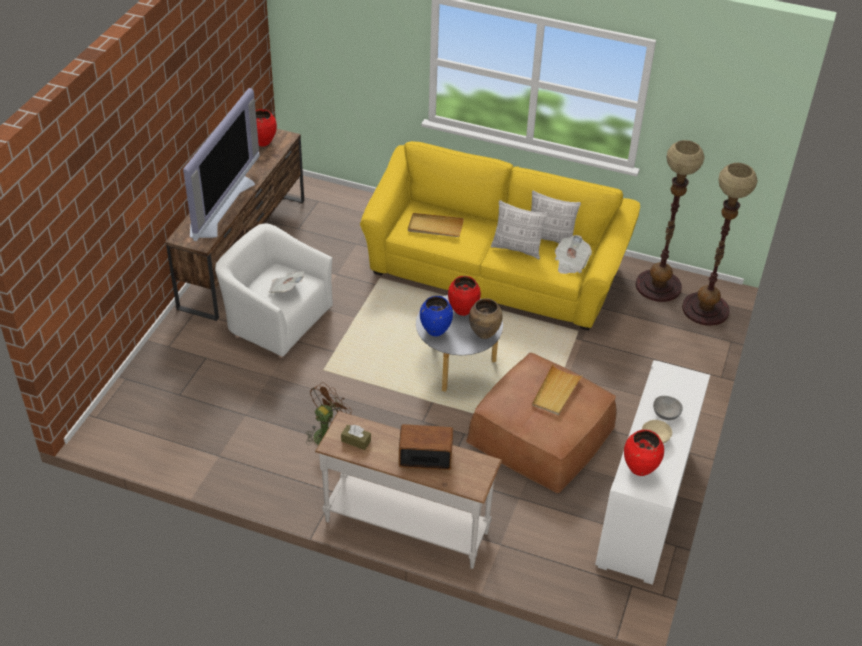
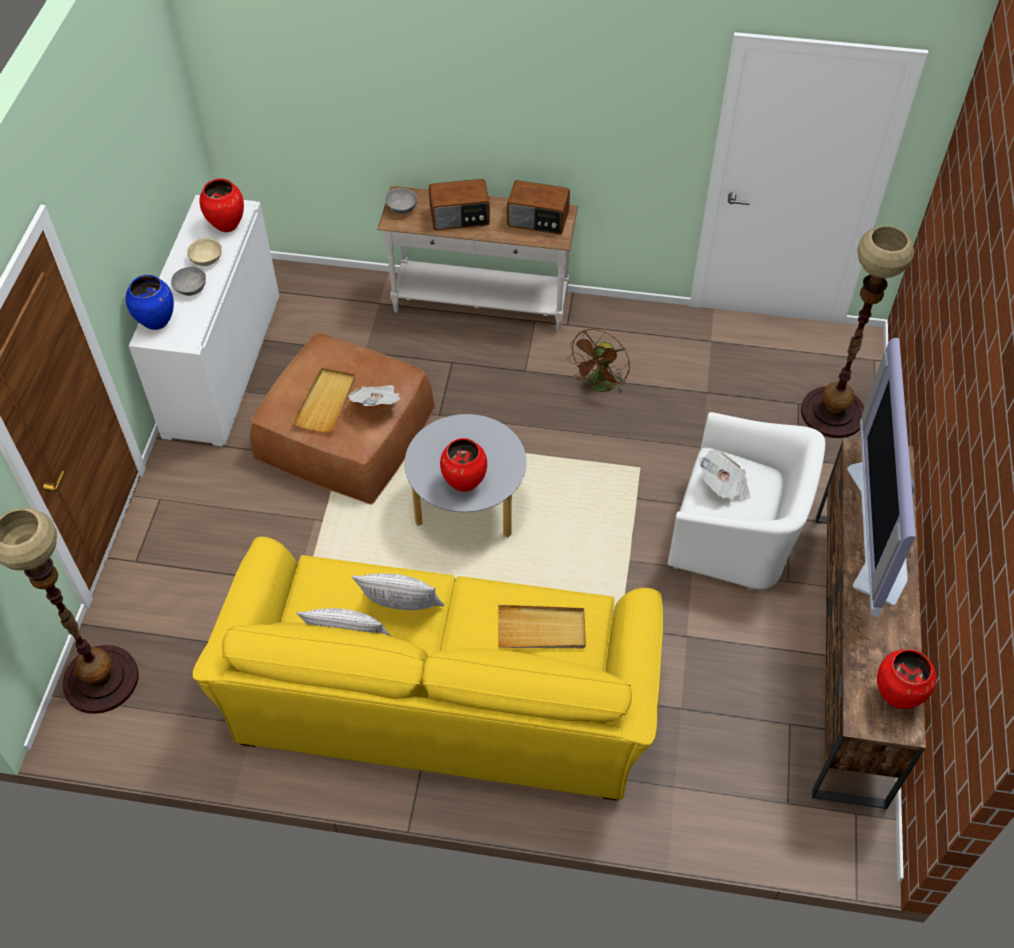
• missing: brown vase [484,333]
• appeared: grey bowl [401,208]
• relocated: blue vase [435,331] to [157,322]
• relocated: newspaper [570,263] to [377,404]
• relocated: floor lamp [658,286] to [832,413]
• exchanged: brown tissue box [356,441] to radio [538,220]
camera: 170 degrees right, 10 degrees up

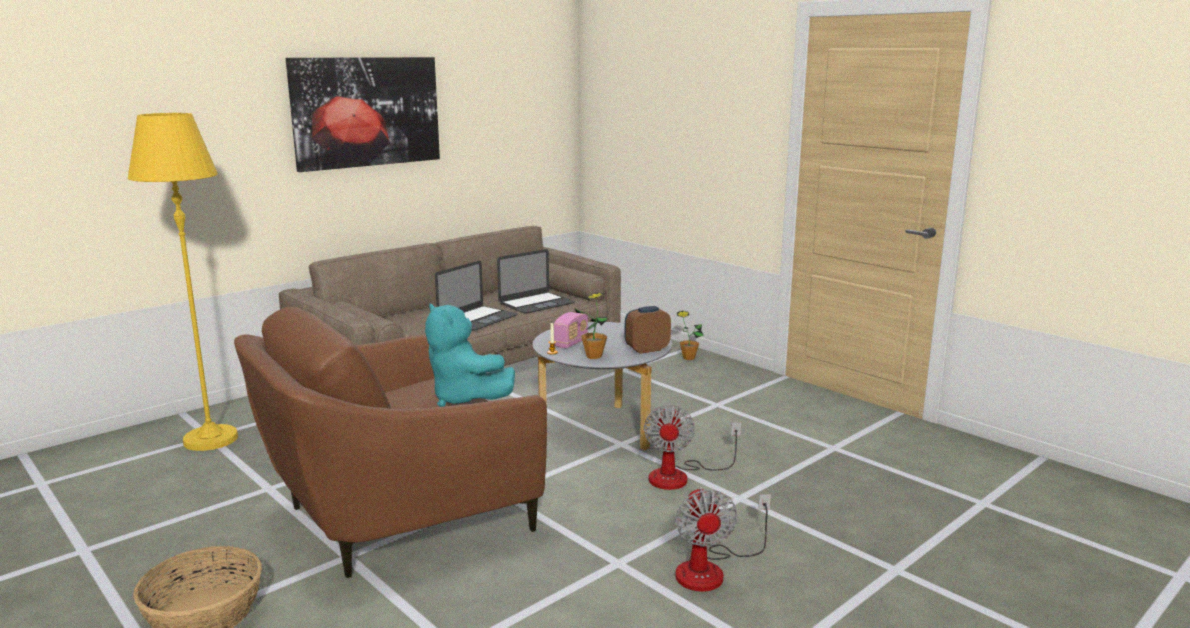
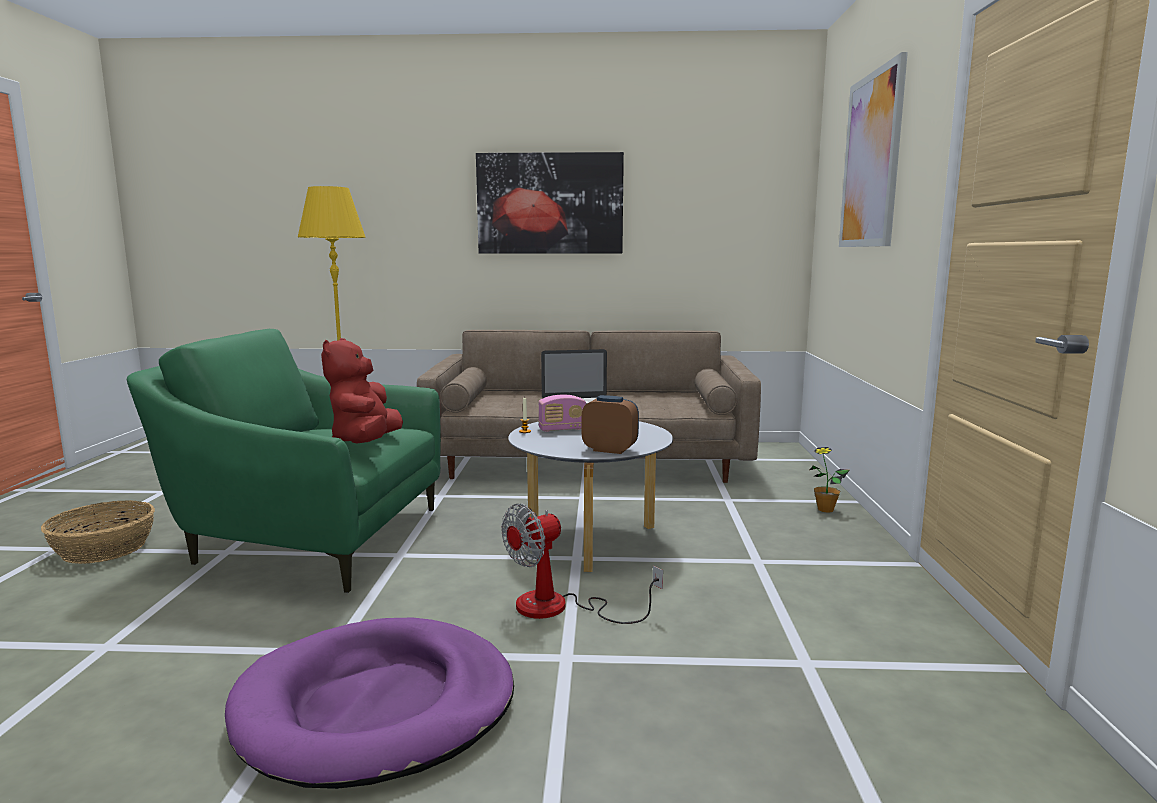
• missing: laptop [536,303]
• missing: potted plant [594,356]
• appeared: picture [871,161]
• exchanged: fan [711,569] to purple dog bed [376,707]
• colour: brown armchair [397,516] to green armchair [308,540]
• colour: turquoise plush toy [465,399] to red plush toy [366,442]
camera: 45 degrees right, 5 degrees down

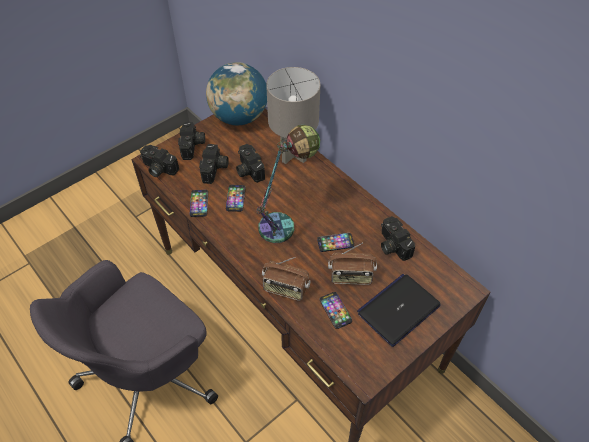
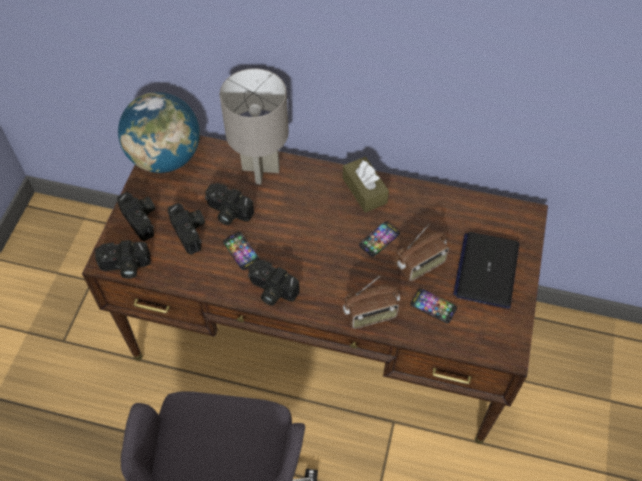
• missing: phone [199,203]
• missing: table lamp [285,223]
• appeared: brown tissue box [364,190]
• relocated: photo camera [392,245] to [271,291]
camera: 35 degrees left, 5 degrees up

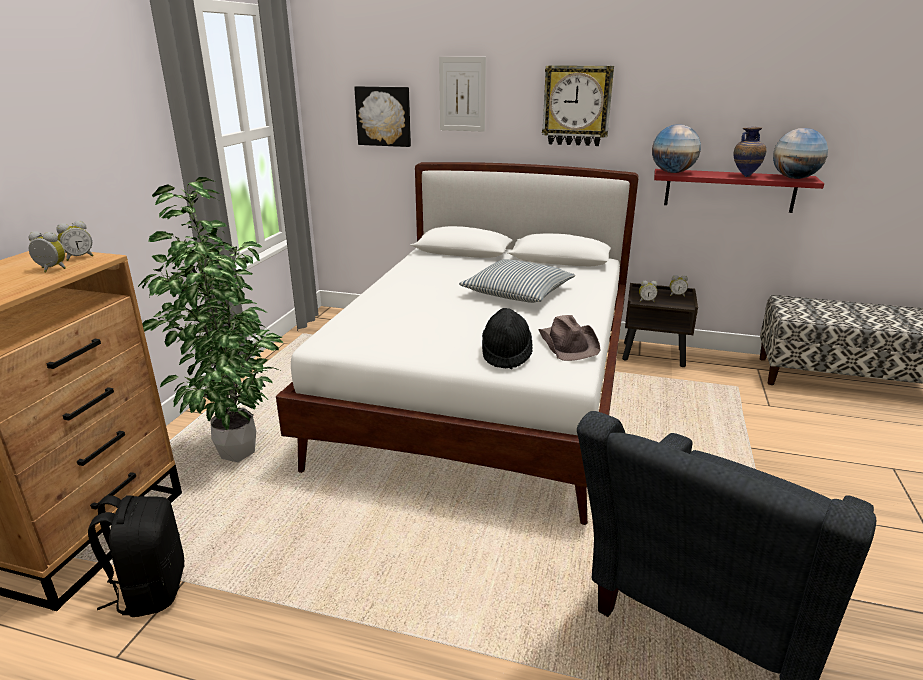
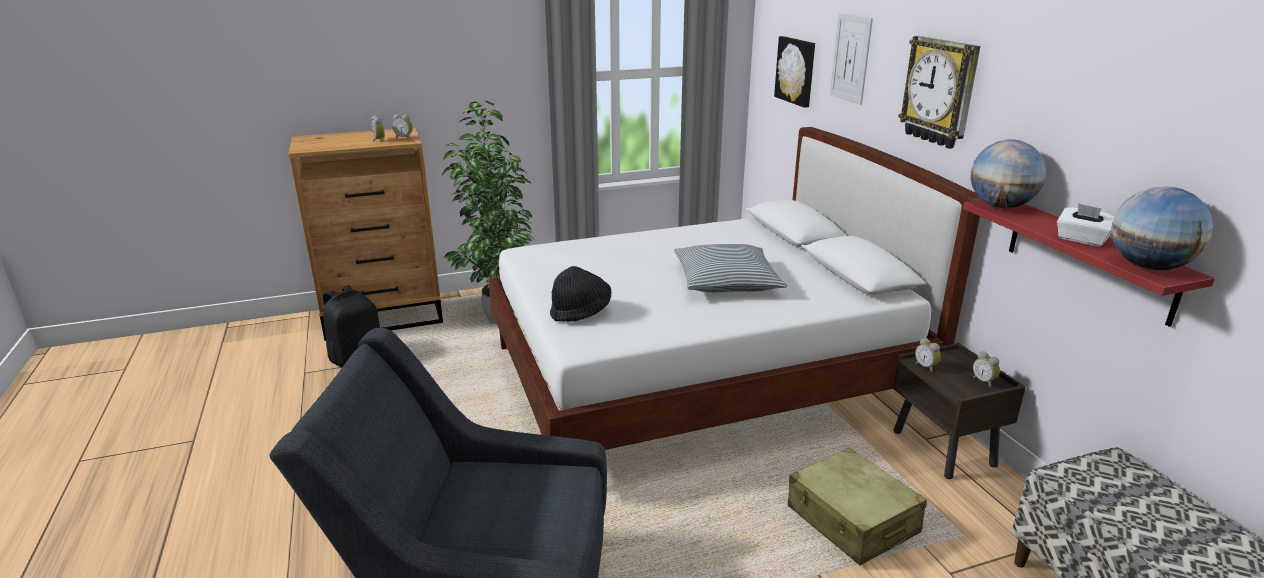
• missing: brown hat [568,344]
• appeared: beige suitcase [852,520]
• exchanged: vase [745,176] to white tissue box [1081,240]
camera: 55 degrees right, 0 degrees up

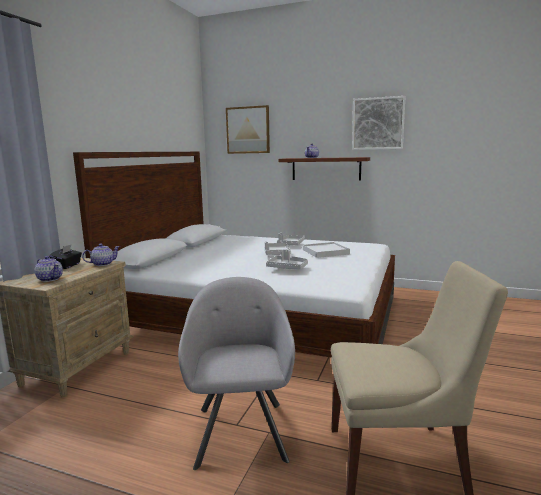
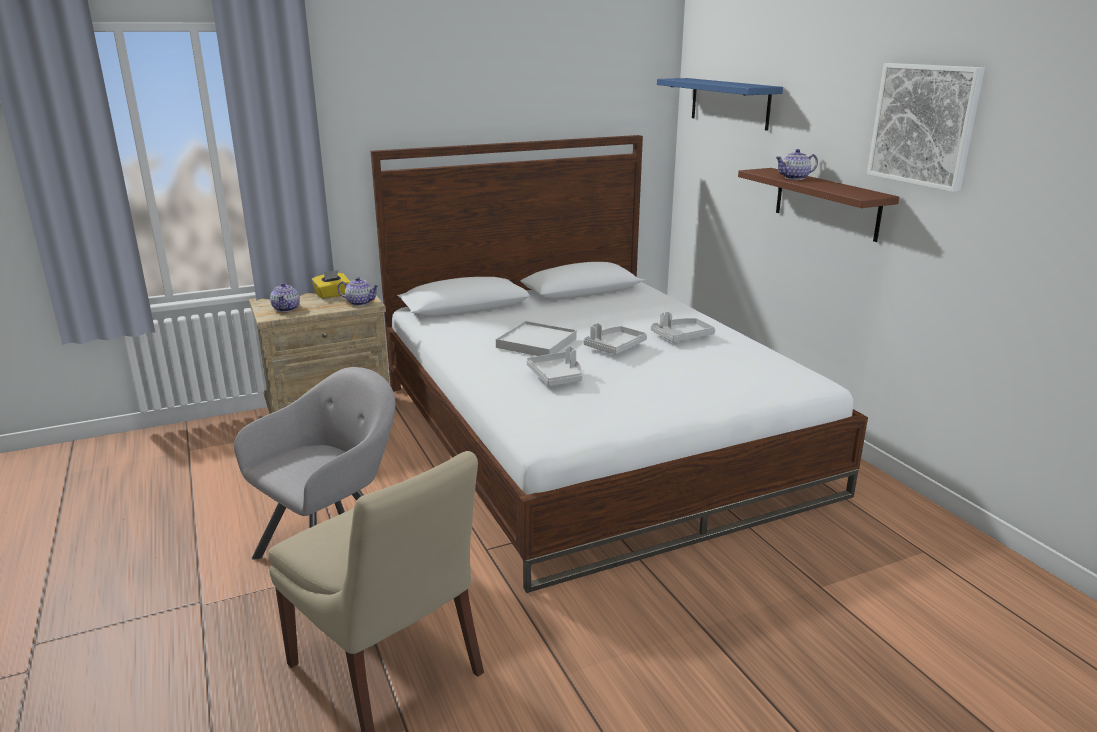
• relocated: white tray [325,252] to [536,343]
• exchanged: picture [248,130] to blue shelf [729,103]
• colour: black tissue box [67,266] to yellow tissue box [332,295]
camera: 45 degrees right, 10 degrees up

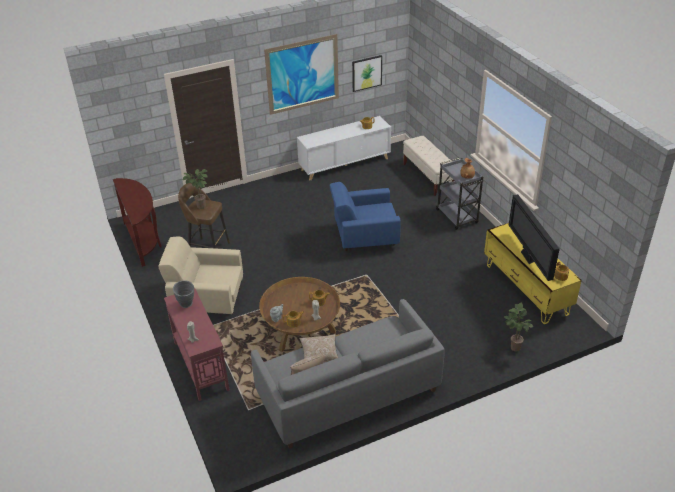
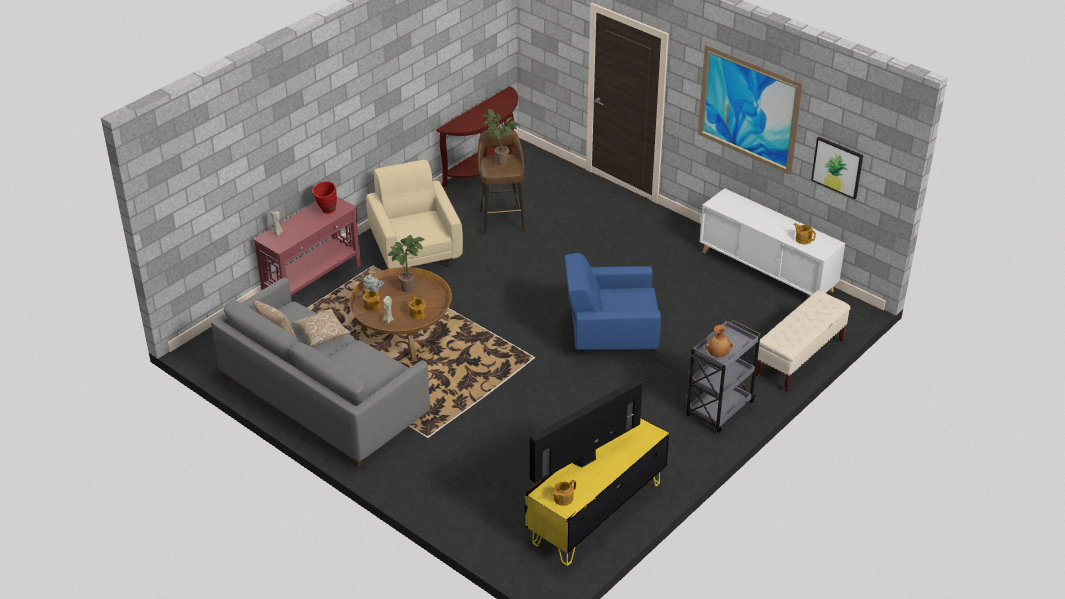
• relocated: potted plant [513,347] to [408,287]
• colour: grey vase [187,305] to red vase [326,211]
• spun: blue armchair [364,237] = [610,335] 60 degrees counterclockwise
camera: 65 degrees right, 0 degrees up

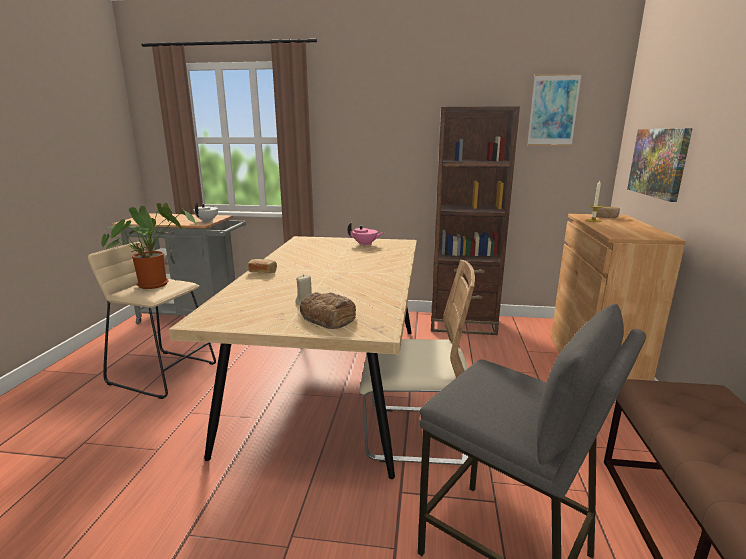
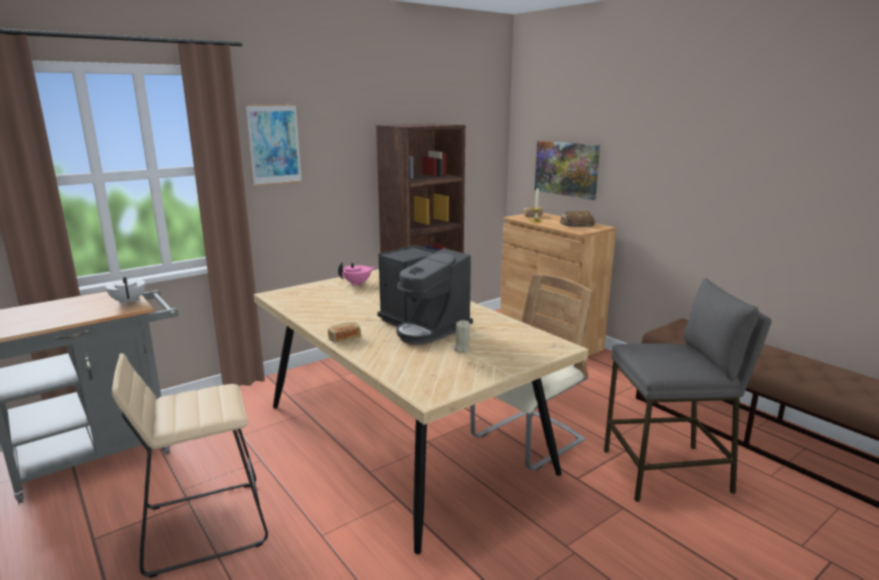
• missing: potted plant [155,284]
• appeared: coffee machine [423,326]
• relocated: bread [328,317] to [576,224]
• relocated: picture [553,110] to [274,144]
camera: 45 degrees left, 0 degrees up

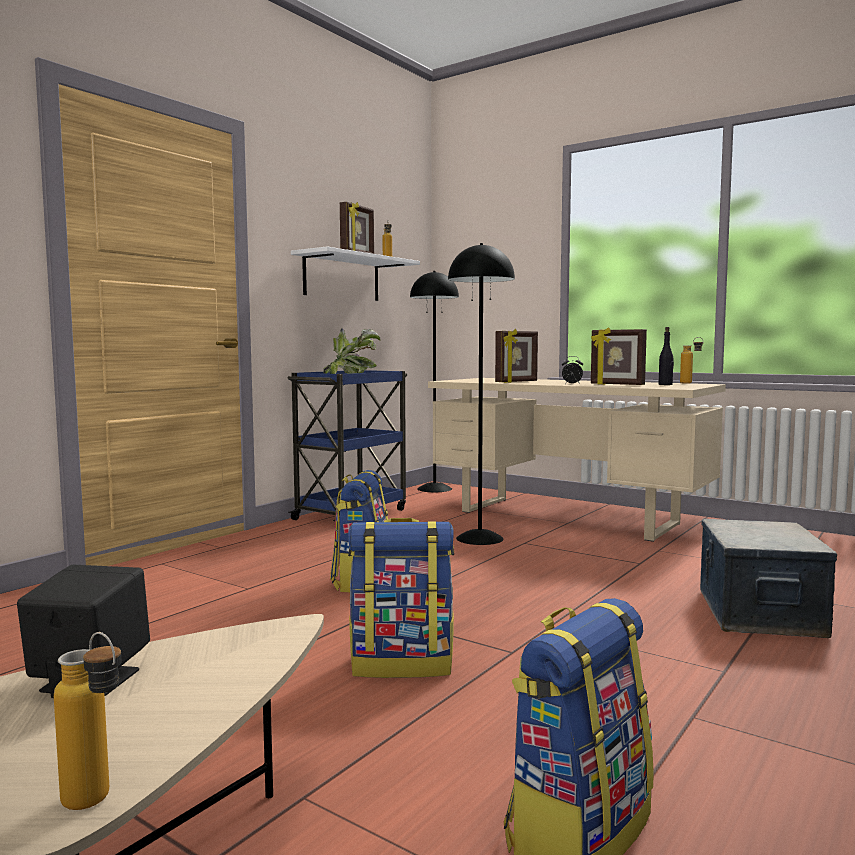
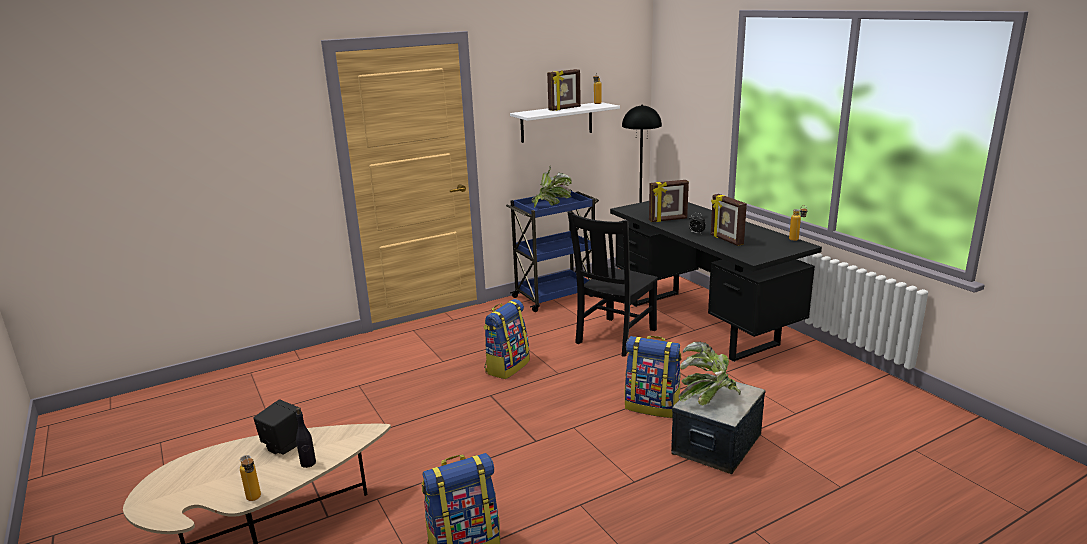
• appeared: potted plant [707,398]
• relocated: backpack [403,663] to [652,406]
• relocated: black bottle [665,384] to [308,463]
• exchanged: black floor lamp [479,538] to black chair [614,337]
• colour: beige desk [568,517] to black desk [702,323]
camera: 25 degrees right, 15 degrees up

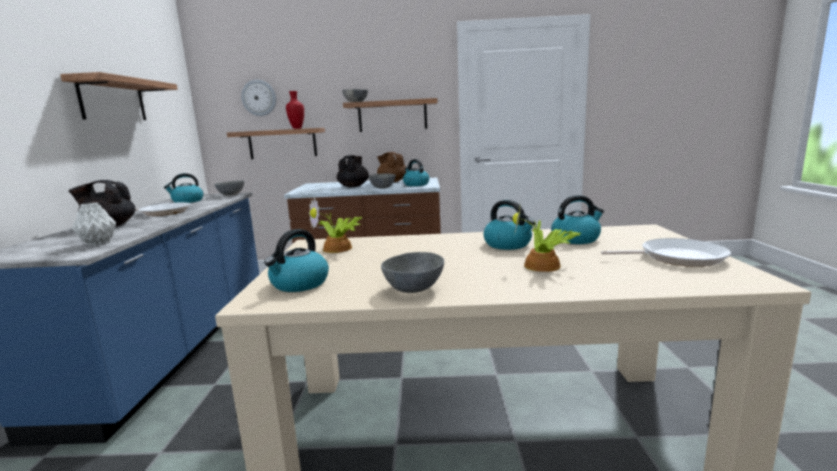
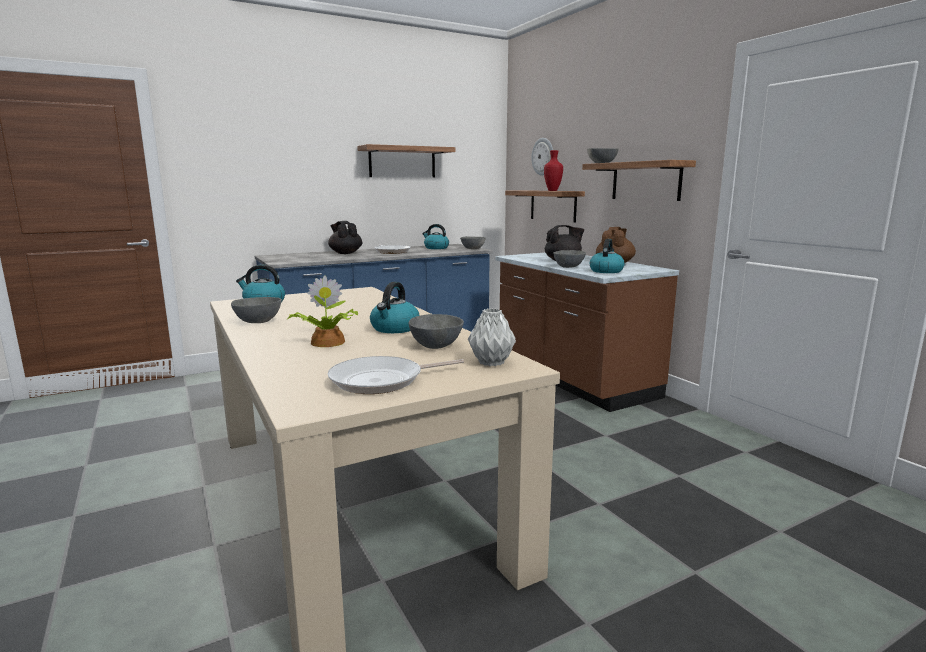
• missing: potted plant [339,248]
• relocated: grey vase [98,243] to [490,363]
• exchanged: kettle [576,239] to grey bowl [436,345]
• spun: frying pan [677,257] = [382,381] 90 degrees clockwise
camera: 60 degrees right, 0 degrees up

